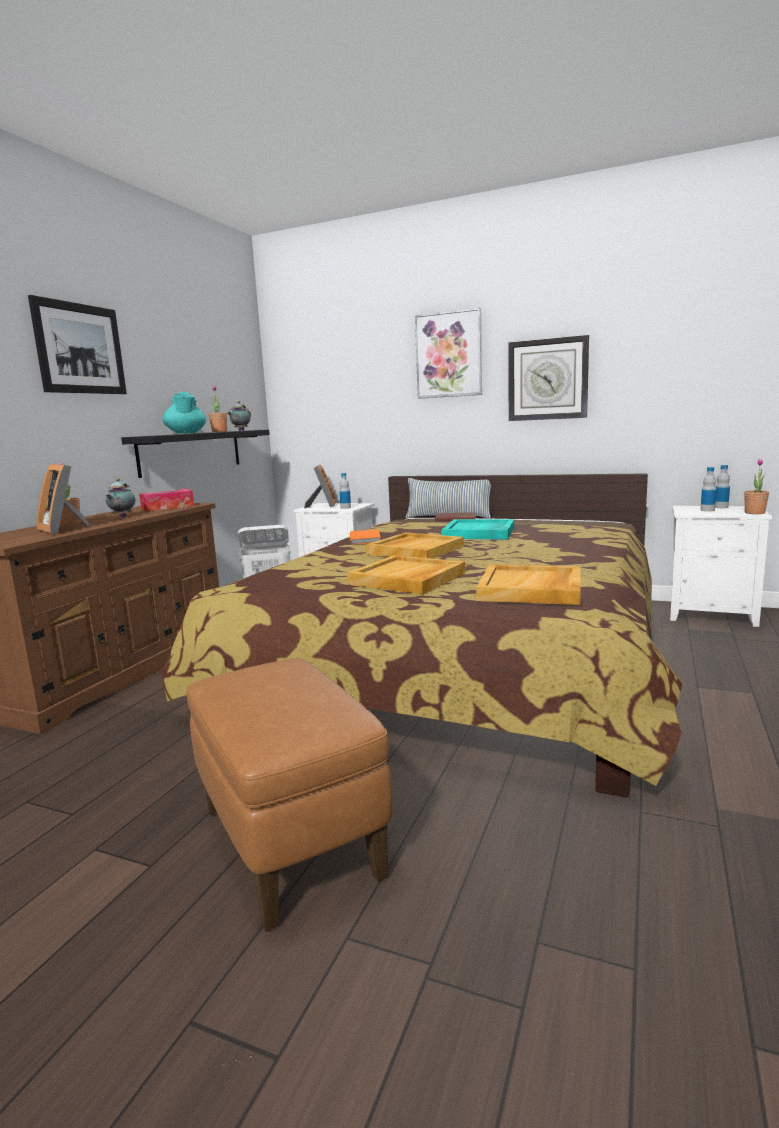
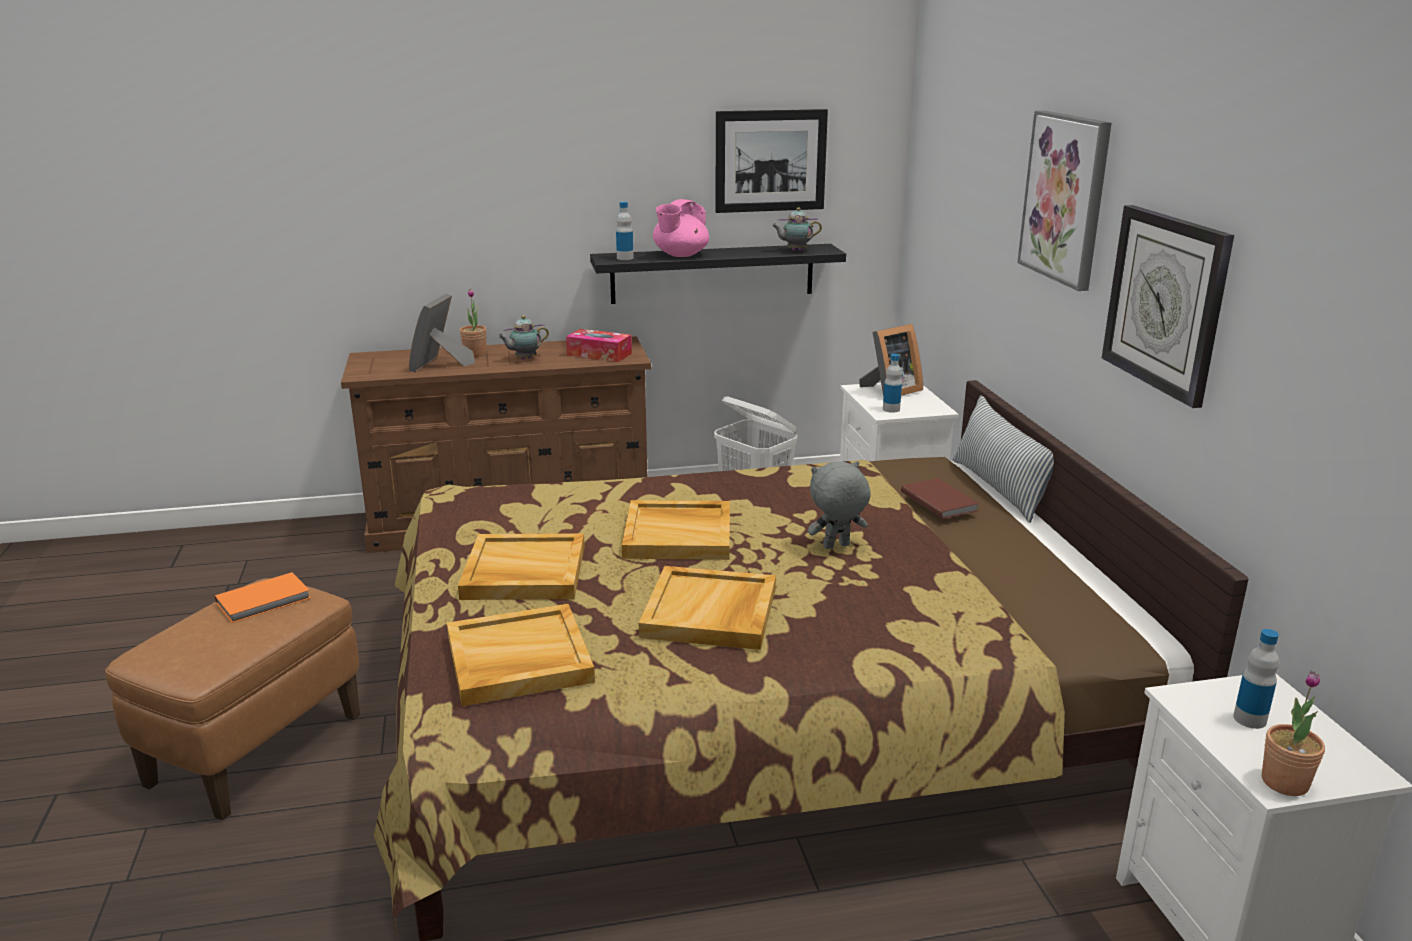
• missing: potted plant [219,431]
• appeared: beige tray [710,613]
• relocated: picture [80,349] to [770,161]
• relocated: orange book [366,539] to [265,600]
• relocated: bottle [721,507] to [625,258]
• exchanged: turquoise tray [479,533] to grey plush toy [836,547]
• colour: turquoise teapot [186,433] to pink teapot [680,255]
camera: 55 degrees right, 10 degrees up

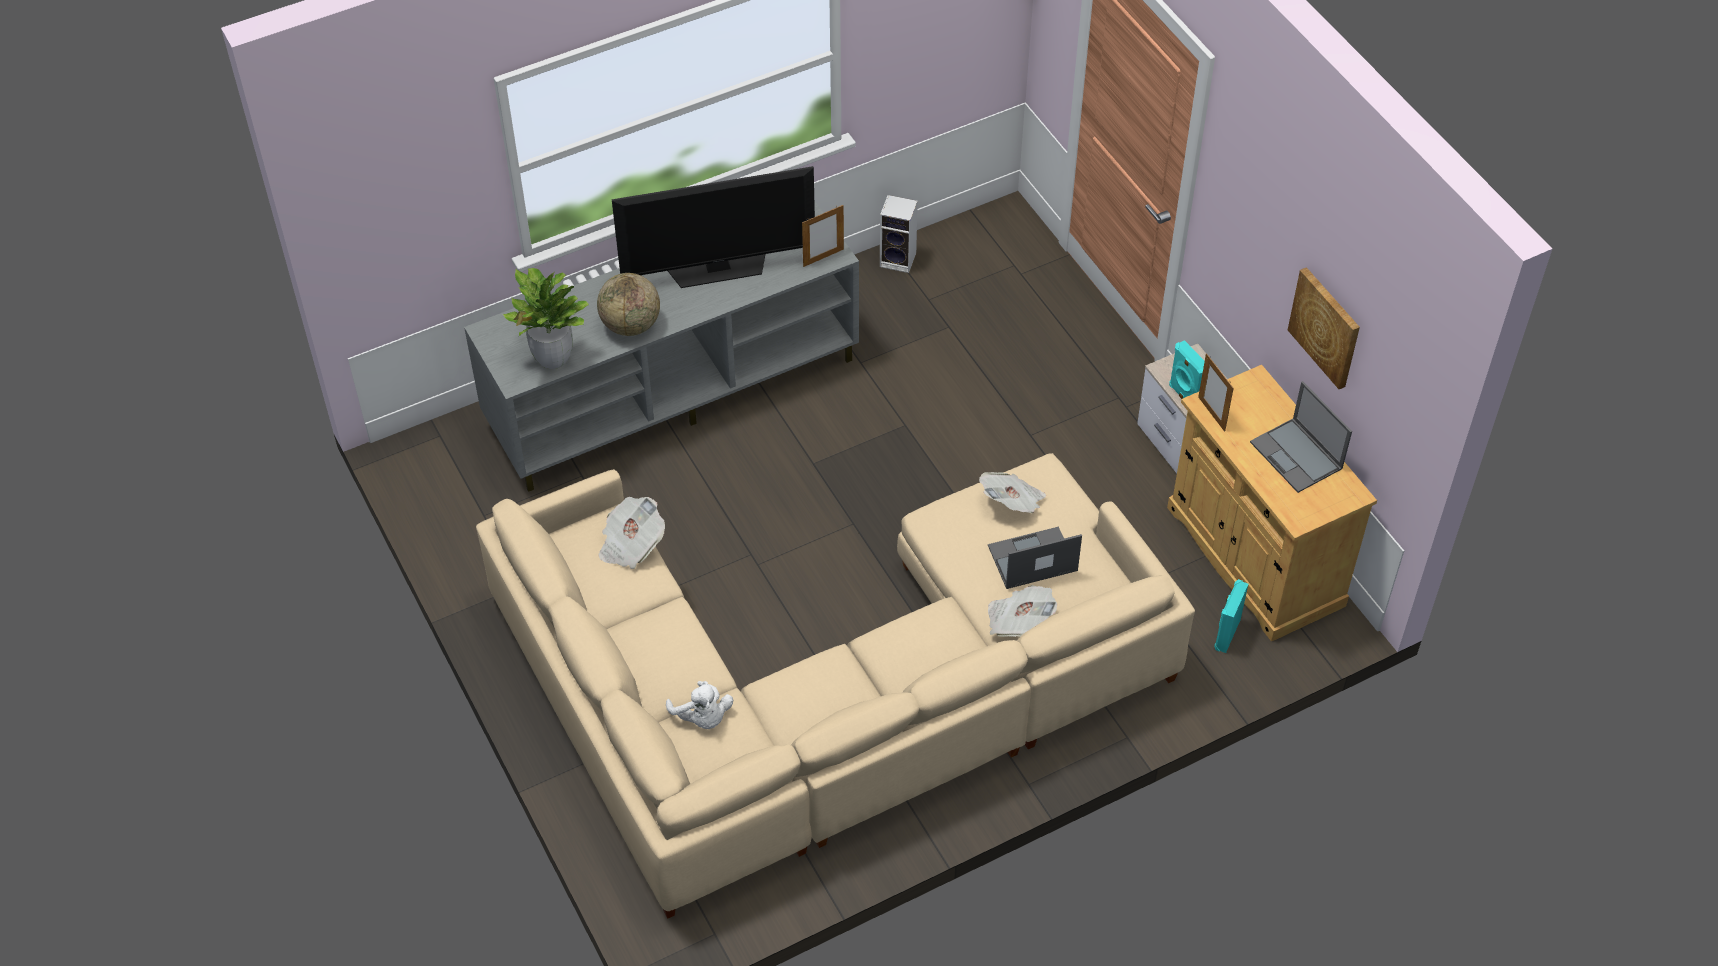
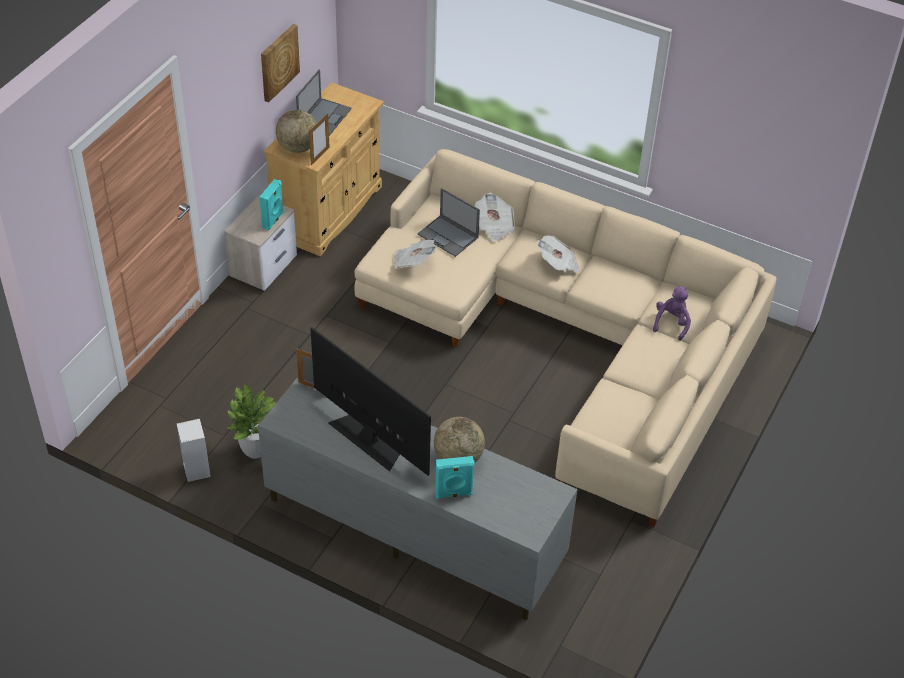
• appeared: globe [298,147]
• relocated: potted plant [552,358] to [255,450]
• relocated: newspaper [631,544] to [558,264]
• relocated: turquoise speaker [1226,634] to [453,494]
• colour: white plush toy [702,717] to purple plush toy [671,323]
camera: 125 degrees left, 5 degrees down

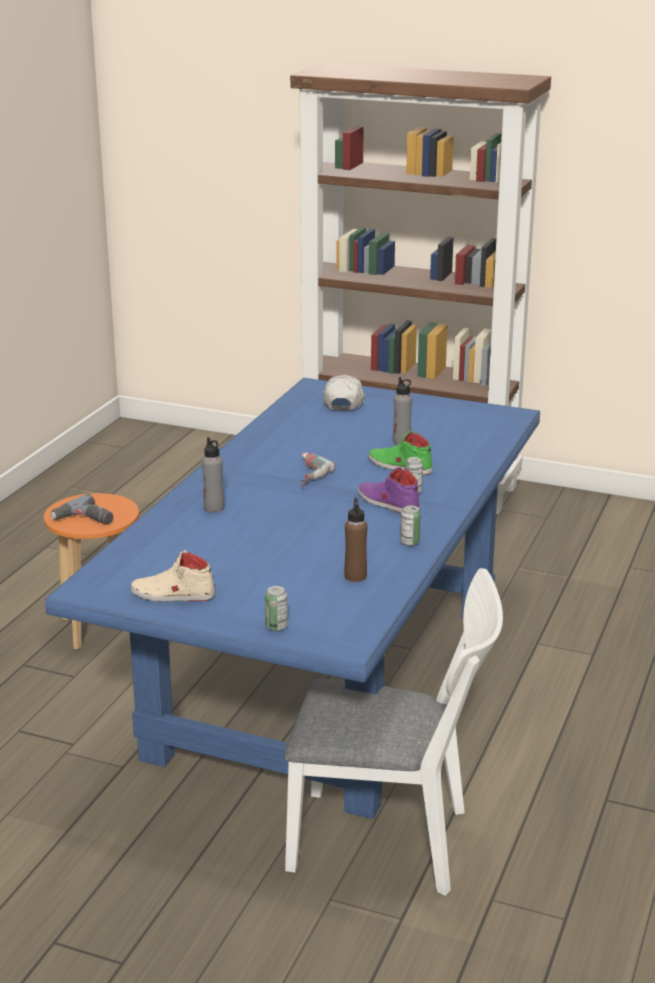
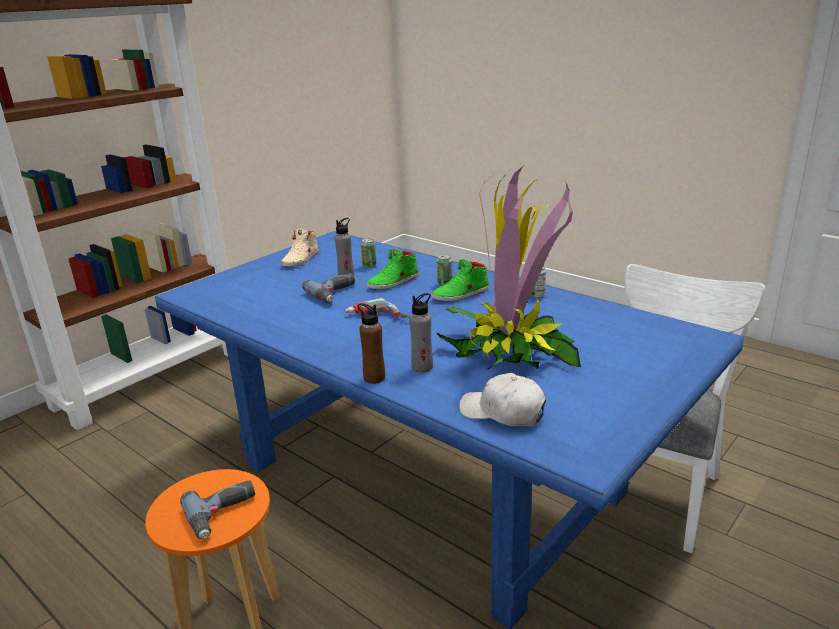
• appeared: power drill [335,293]
• appeared: potted plant [510,352]
• relocated: beige shoe [172,595] to [301,259]
• relocated: can [276,626] to [369,266]
• relocated: white cap [344,402] to [503,412]
• relocated: brown bottle [355,576] to [374,378]
• colour: purple shoe [387,503] to green shoe [461,294]
camera: 70 degrees left, 0 degrees up

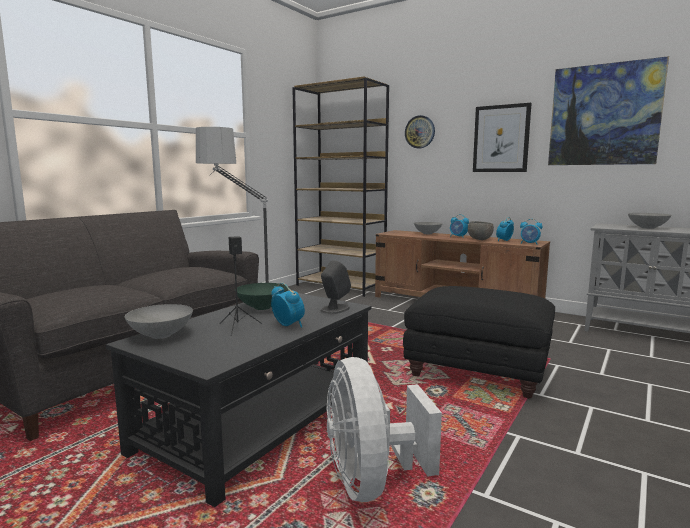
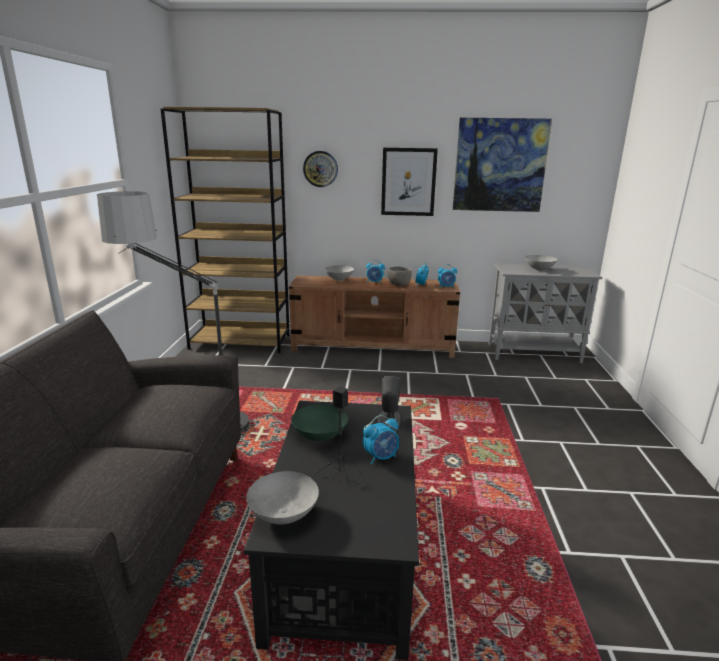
• missing: white fan [371,481]
• missing: black ottoman [478,372]
• spun: alarm clock [288,325] = [381,457] 135 degrees clockwise
camera: 30 degrees left, 10 degrees up

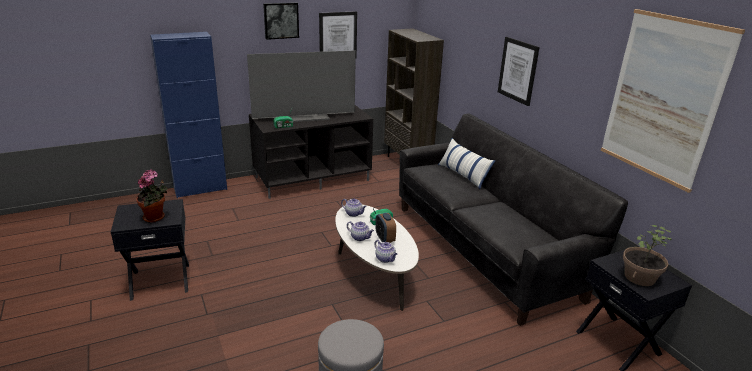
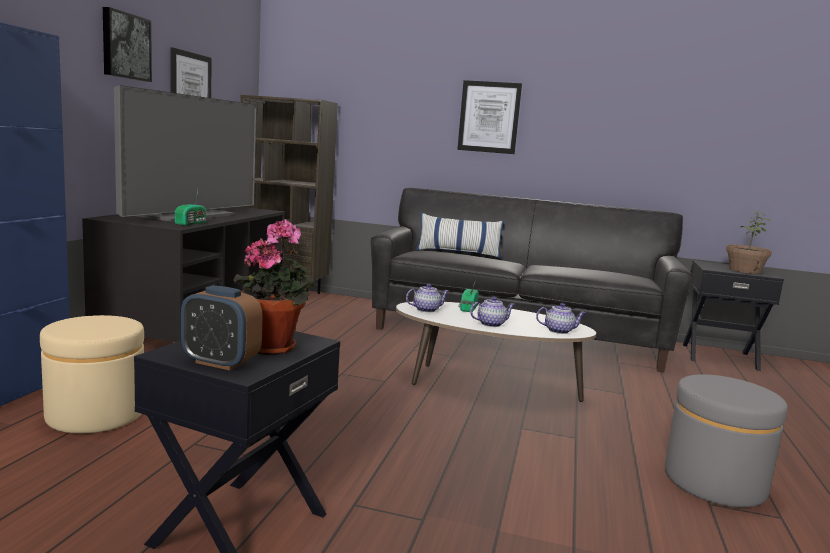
• missing: picture [663,98]
• appeared: beige ottoman [95,414]
• relocated: alarm clock [385,239] to [220,362]
camera: 50 degrees left, 15 degrees down

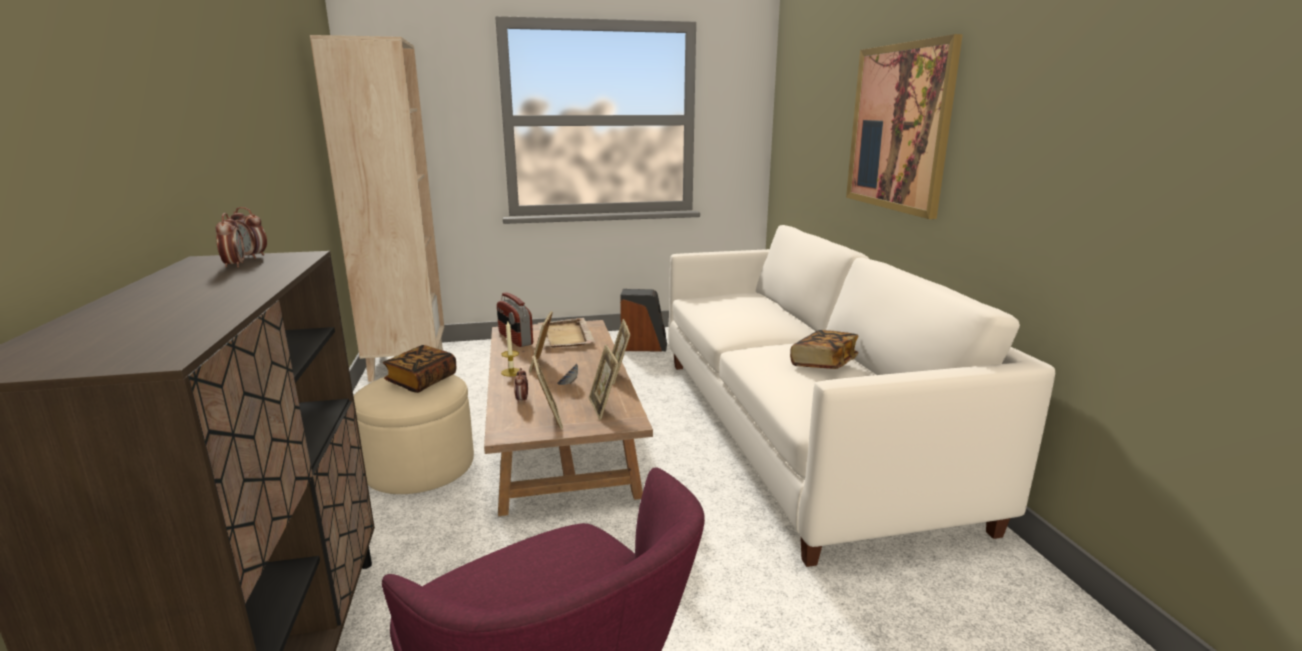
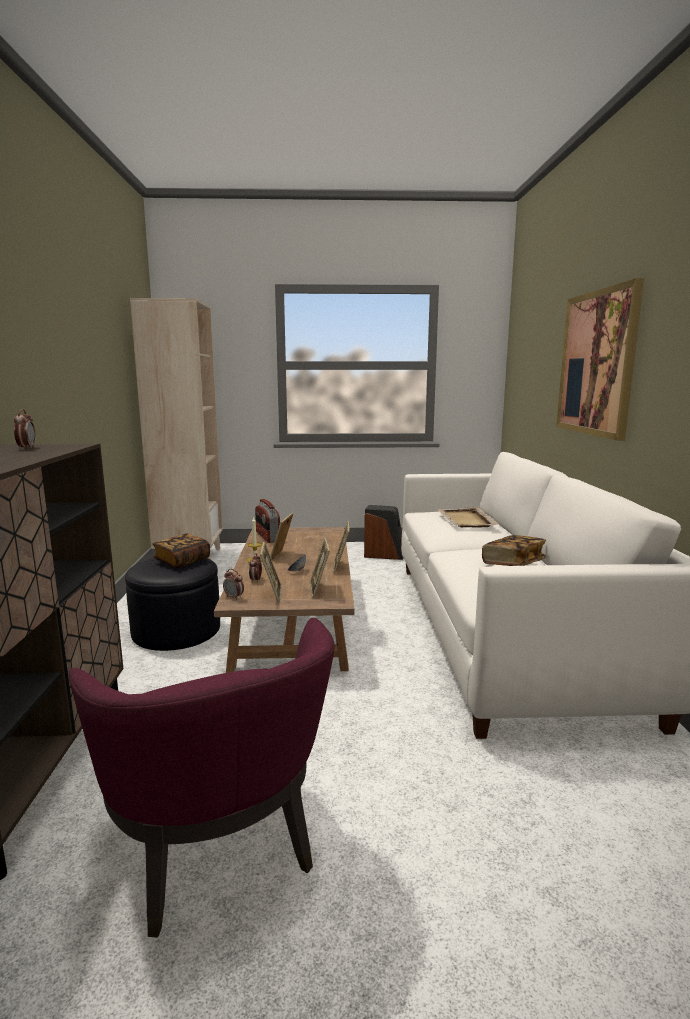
• relocated: alarm clock [252,256] to [234,597]
• relocated: beige tray [565,336] to [466,520]
• colour: beige ottoman [420,465] to black ottoman [177,630]
camera: 10 degrees right, 5 degrees down

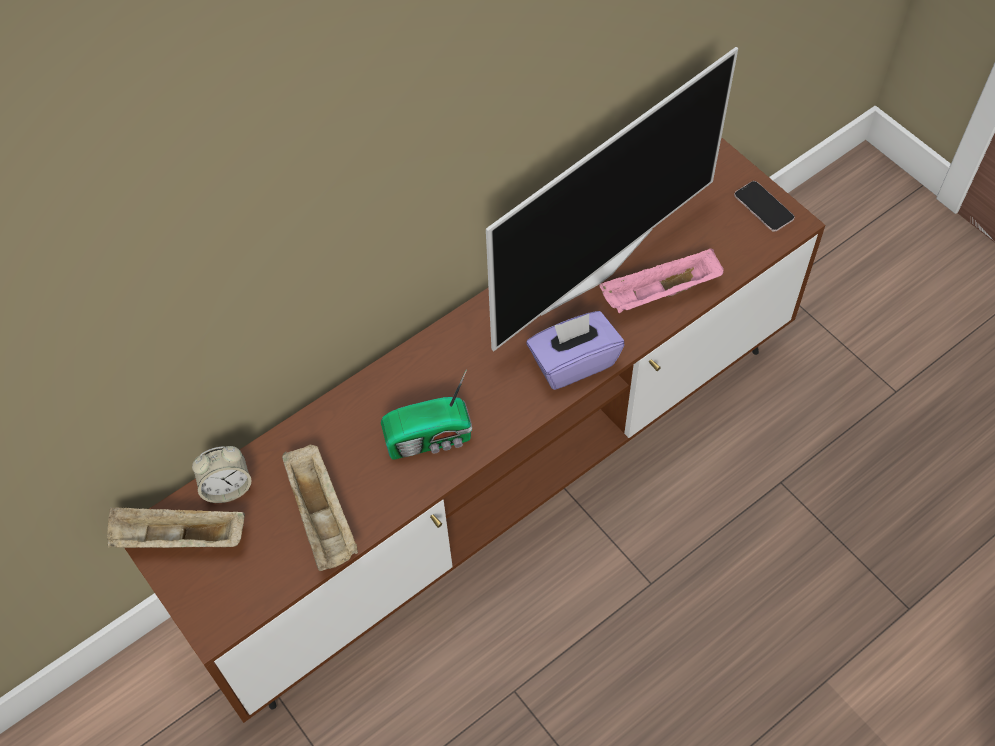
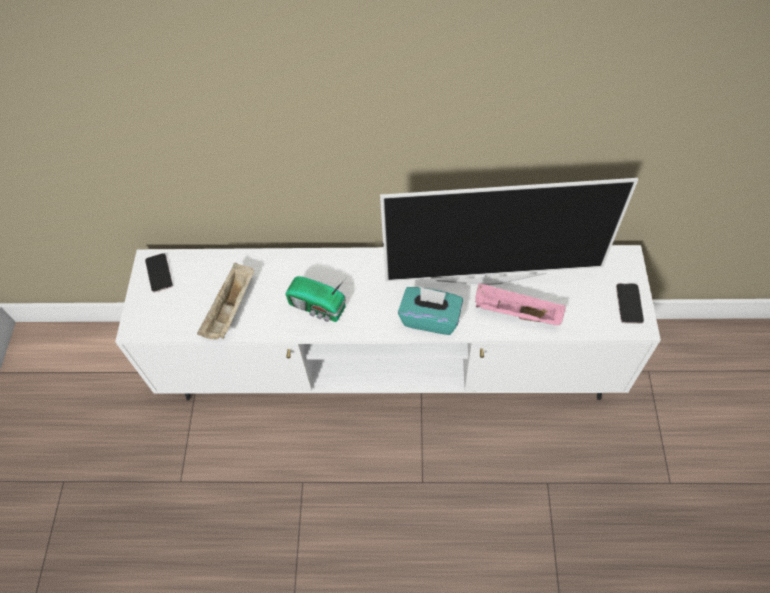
• missing: alarm clock [227,488]
• exchanged: beige tray [178,539] to phone [159,273]
• colour: brown tv stand [500,483] to white tv stand [389,369]
• colour: purple tissue box [573,362] to turquoise tissue box [430,318]
camera: 40 degrees right, 0 degrees up

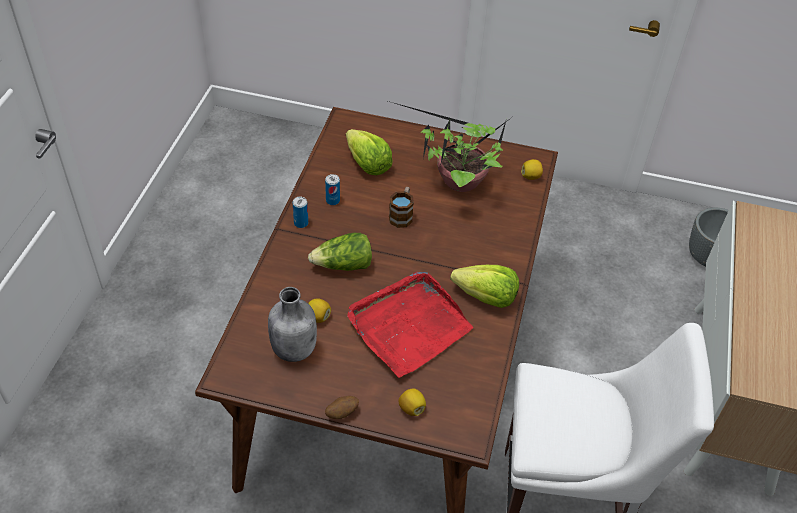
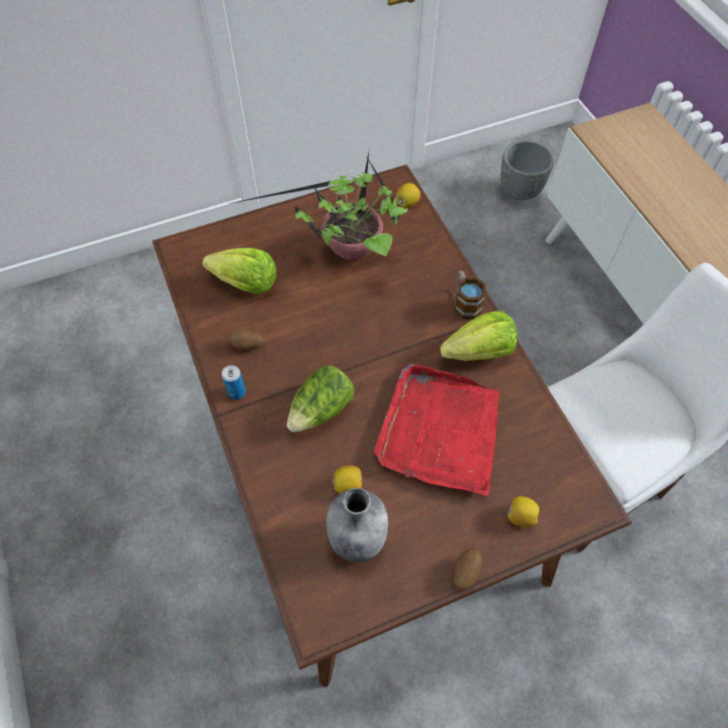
• relocated: mug [402,215] to [465,303]
• exchanged: can [332,200] to potato [246,345]
camera: 35 degrees left, 10 degrees up

